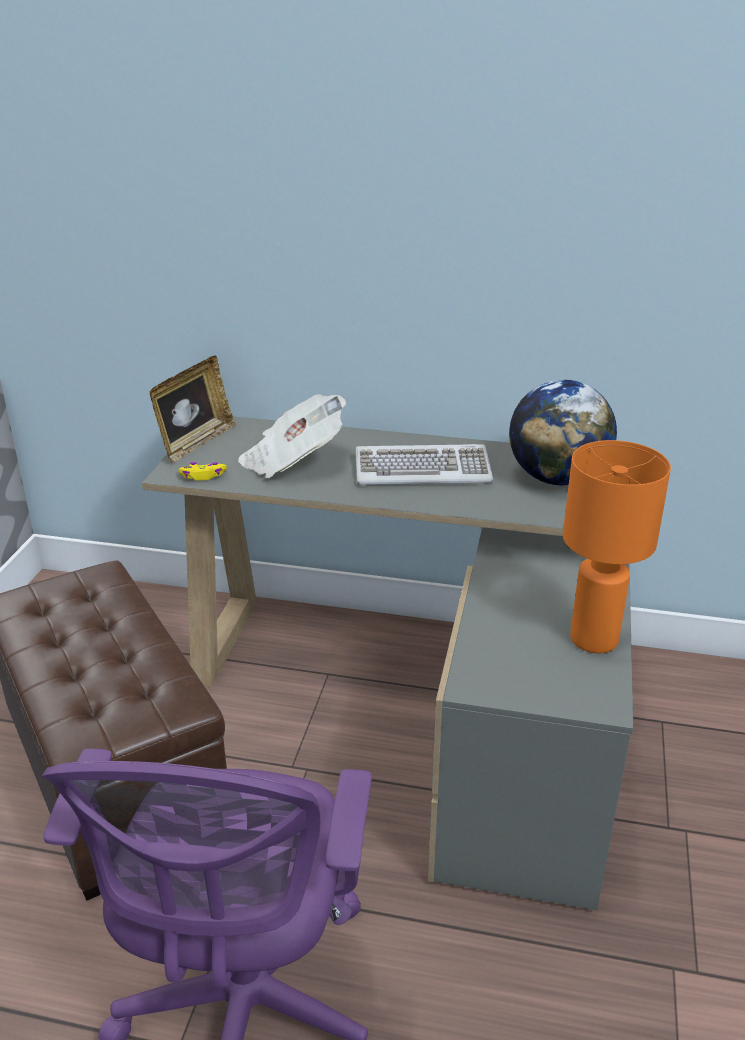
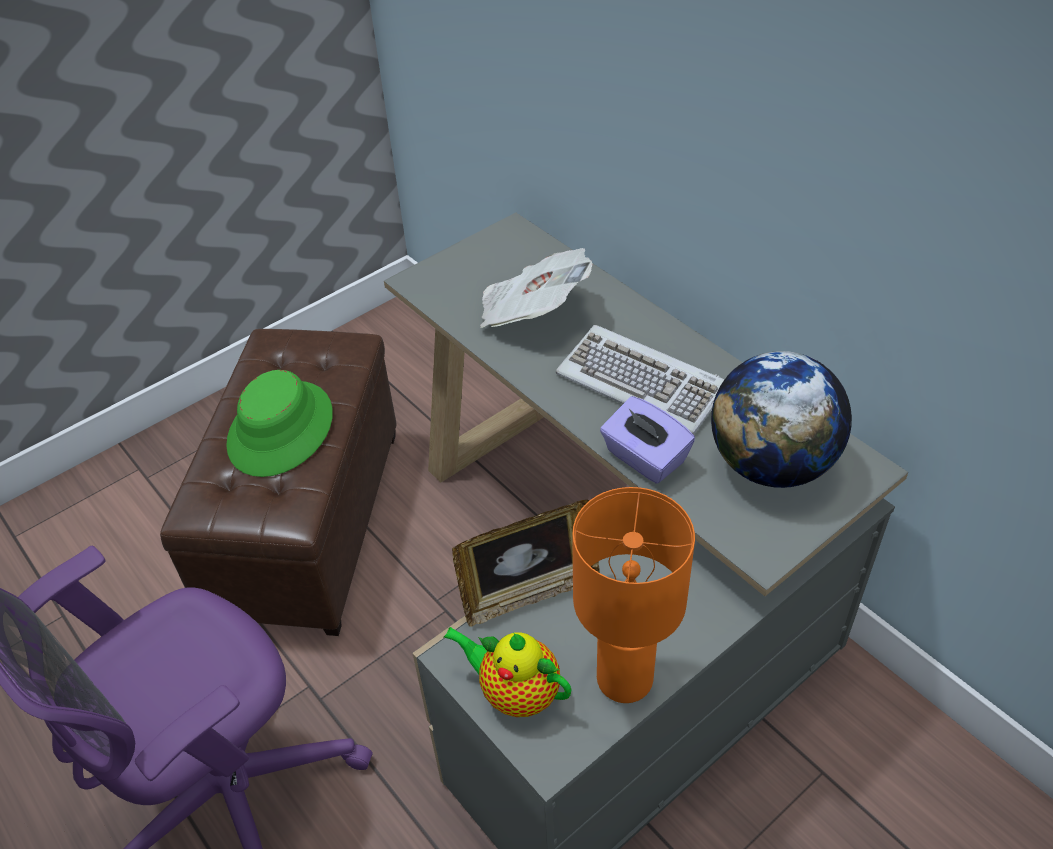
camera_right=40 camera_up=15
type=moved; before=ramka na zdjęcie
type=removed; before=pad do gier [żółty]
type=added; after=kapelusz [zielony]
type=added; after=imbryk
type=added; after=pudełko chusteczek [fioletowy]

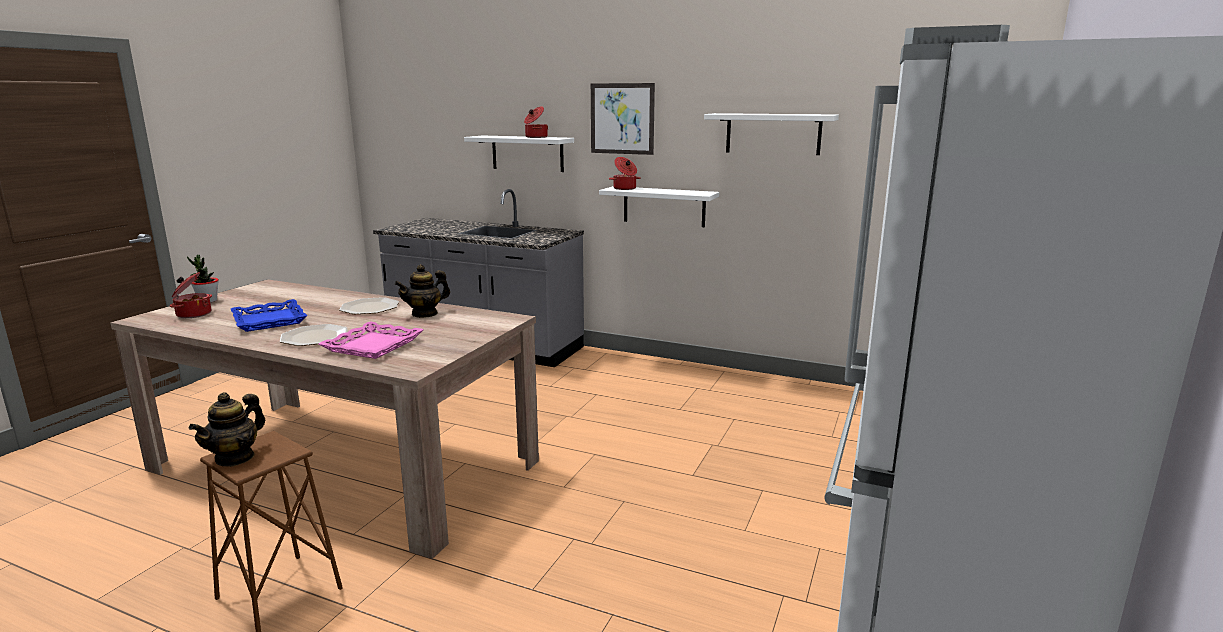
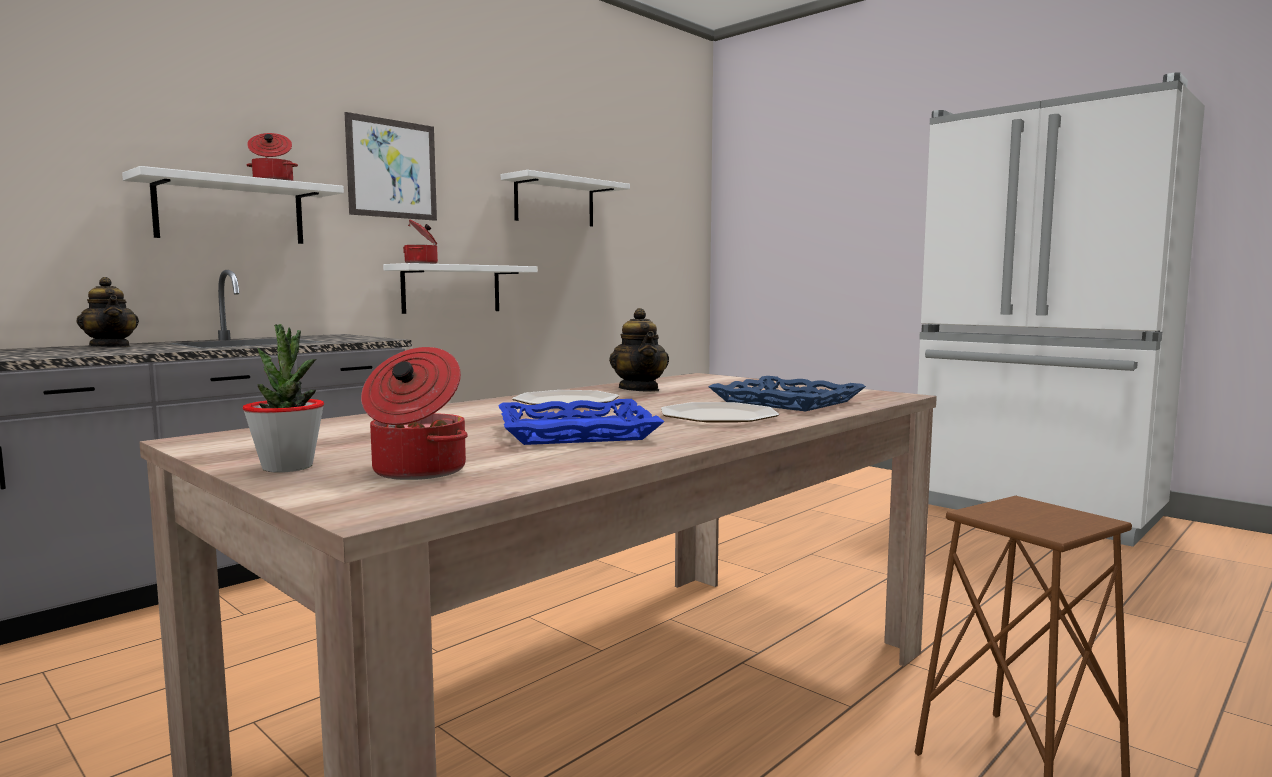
camera_right=-70 camera_up=-10
type=moved; before=imbryk (1st from left)
type=recoloured; before=taca [różowy]; after=taca [niebieski] (2nd from left)

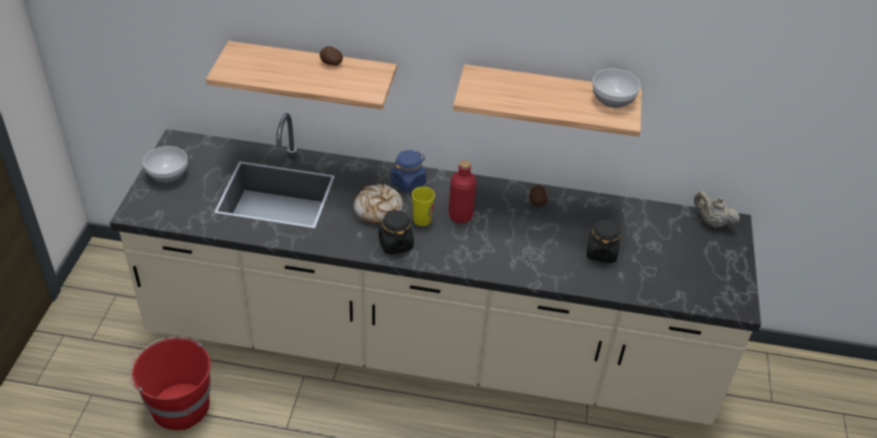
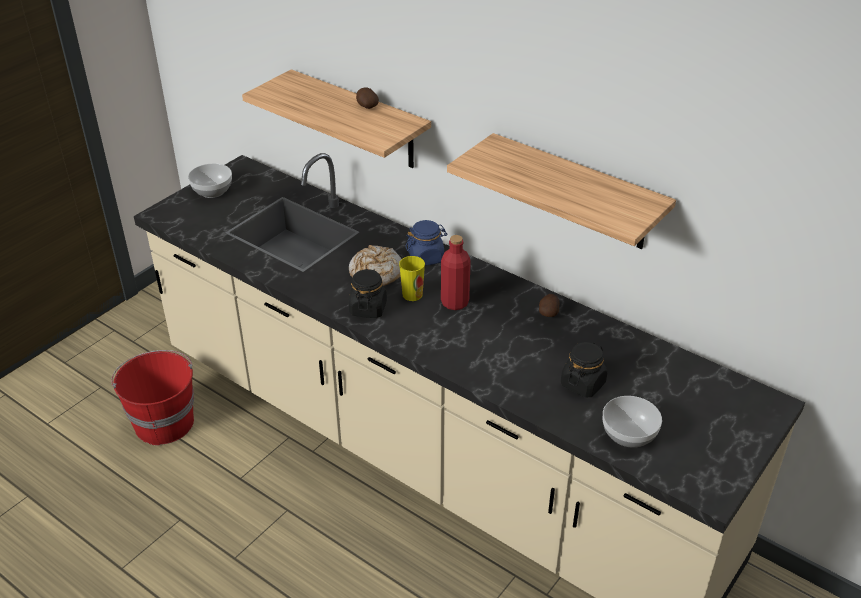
camera_right=30 camera_up=-5
type=moved; before=miska (2nd from left)
type=removed; before=imbryk [beżowy]

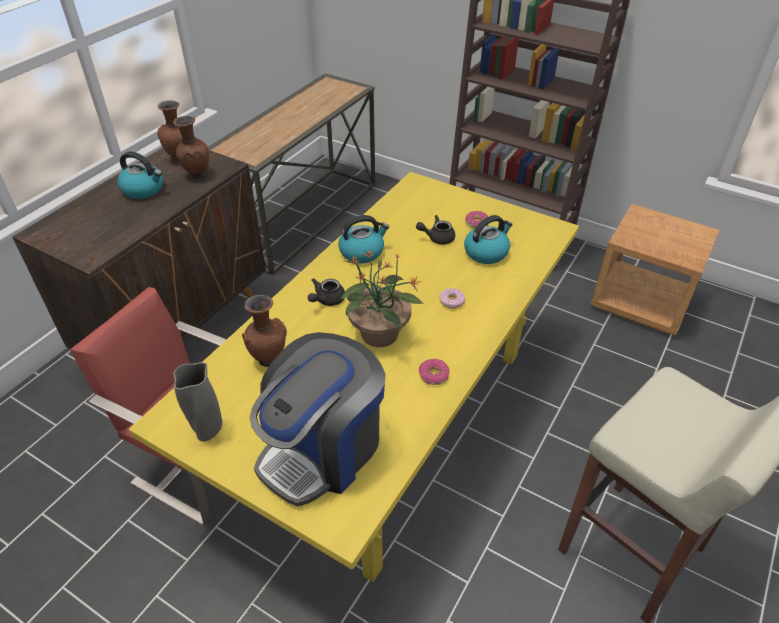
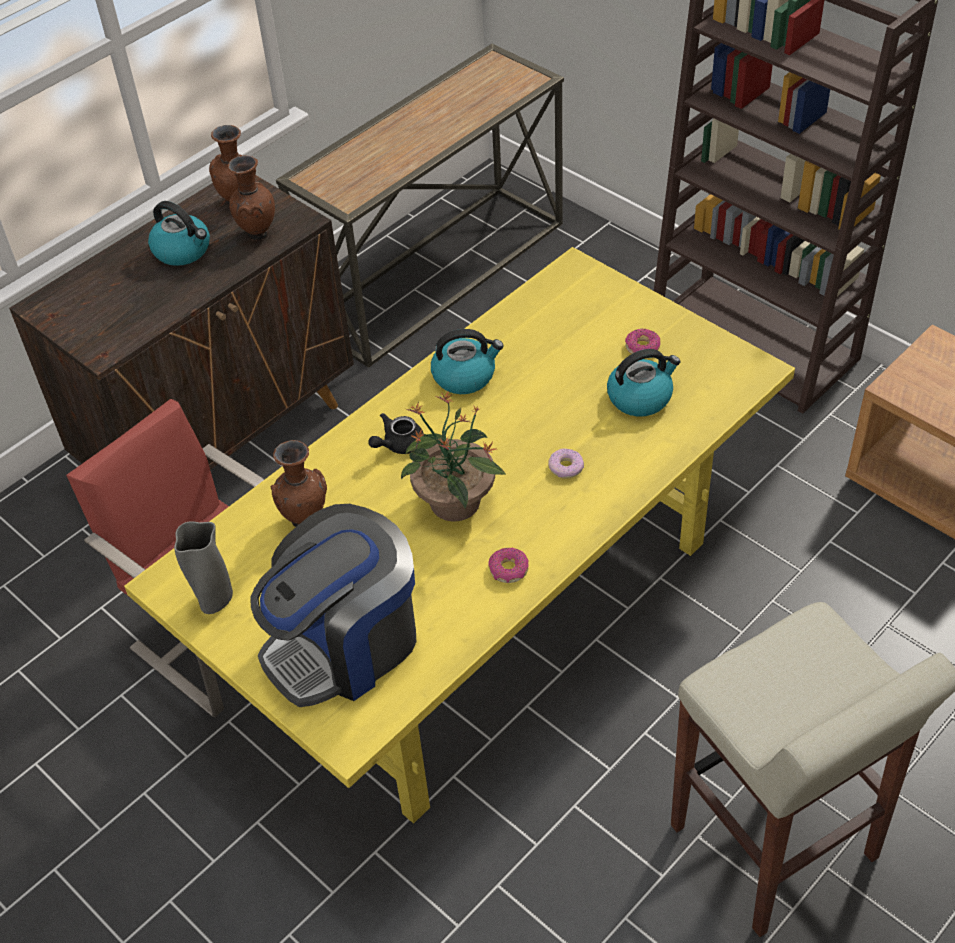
camera_right=15 camera_up=5
type=removed; before=imbryk [czarny] (2nd from left)

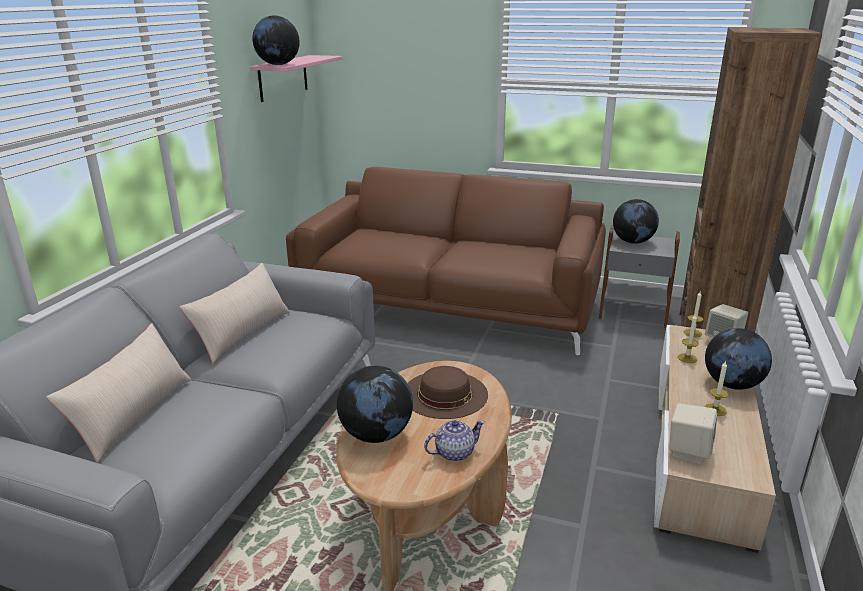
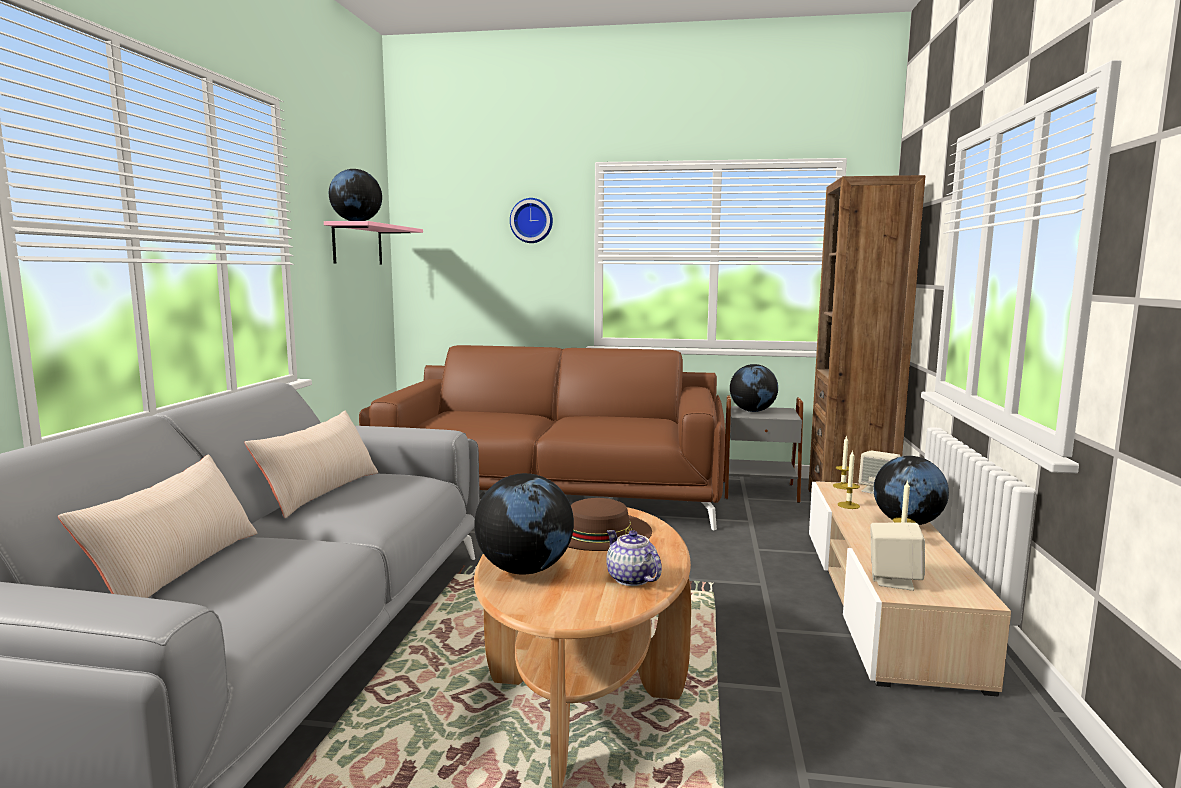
camera_right=-10 camera_up=-15
type=turned; before=imbryk; turn=-90
type=added; after=zegar ścienny

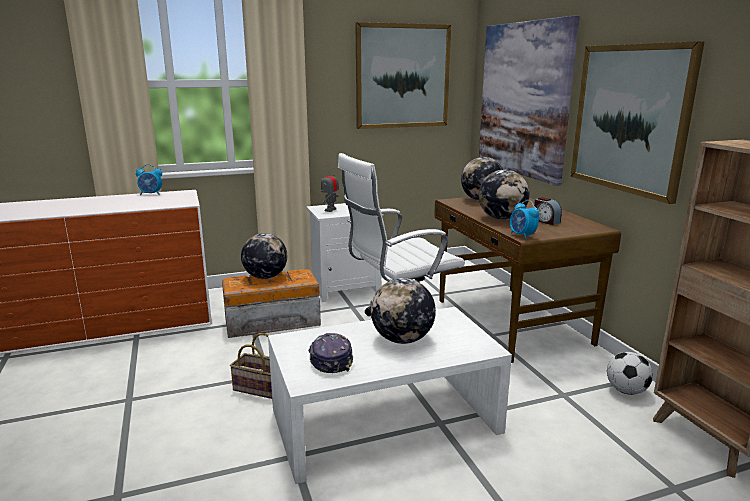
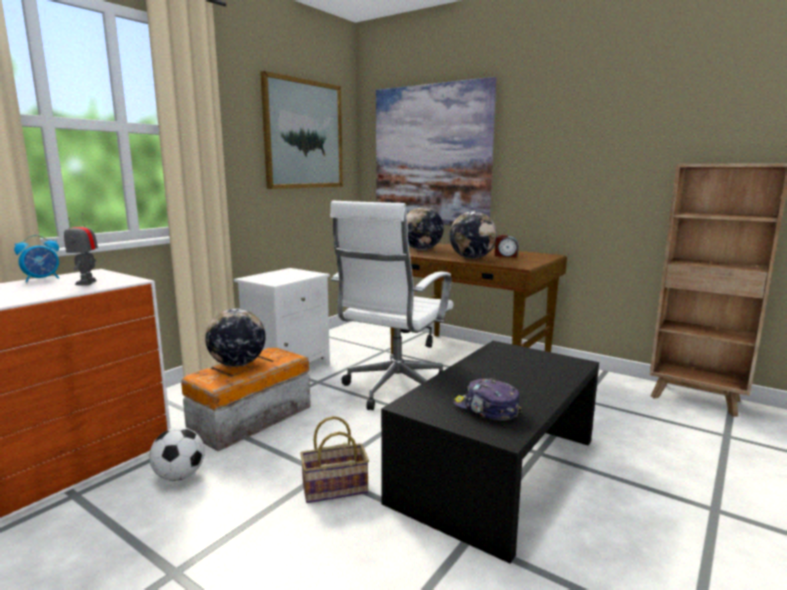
camera_right=-35 camera_up=-5
type=recoloured; before=ława [biały]; after=ława [czarny]
type=moved; before=robot zabawkowy
type=removed; before=globus (2nd from left)
type=removed; before=budzik (2nd from left)
type=removed; before=obraz (3rd from left)
type=moved; before=piłka futbolowa

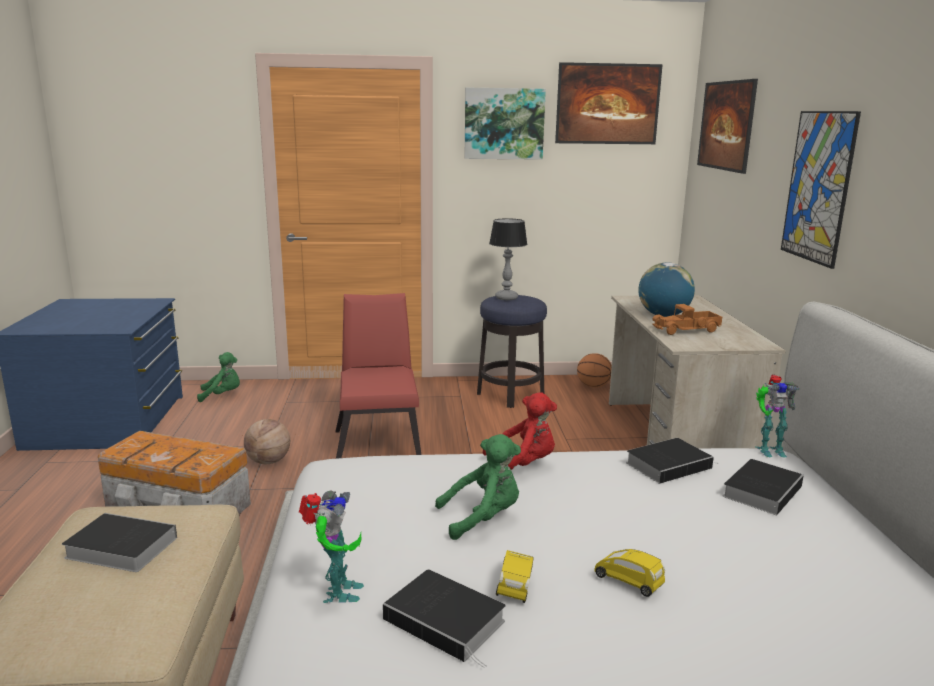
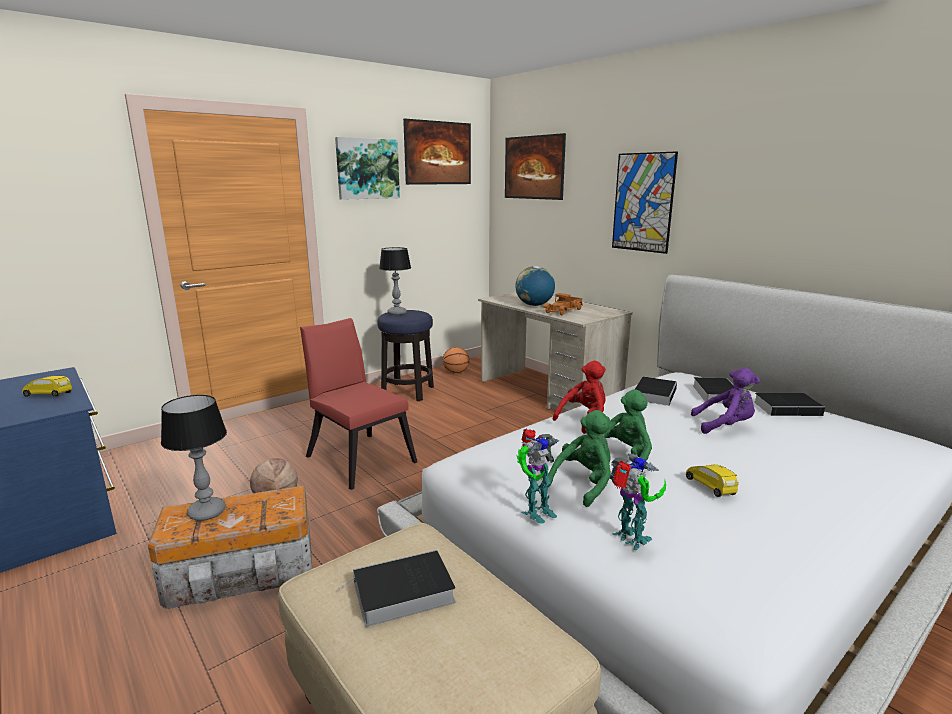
camera_right=-35 camera_up=0
type=moved; before=pluszak [zielony] (1st from left)
type=moved; before=książka (2nd from left in the first image); after=książka (4th from left)
type=moved; before=samochodzik [żółty] (2nd from left in the first image); after=samochodzik [żółty] (1st from left)
type=moved; before=robot zabawkowy (2nd from left in the first image); after=robot zabawkowy (1st from left)
type=added; after=lampa stołowa (1st from left)
type=added; after=pluszak [fioletowy]

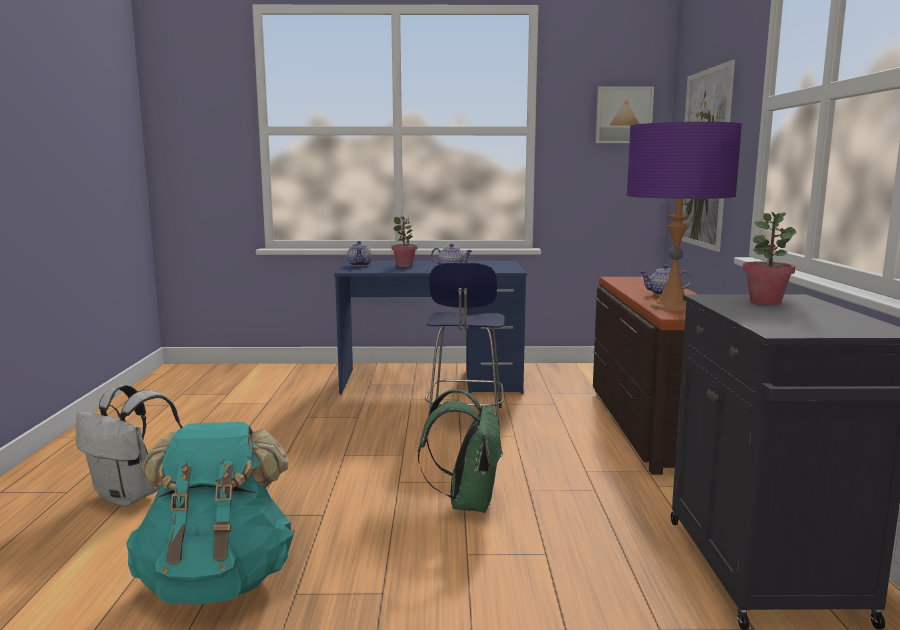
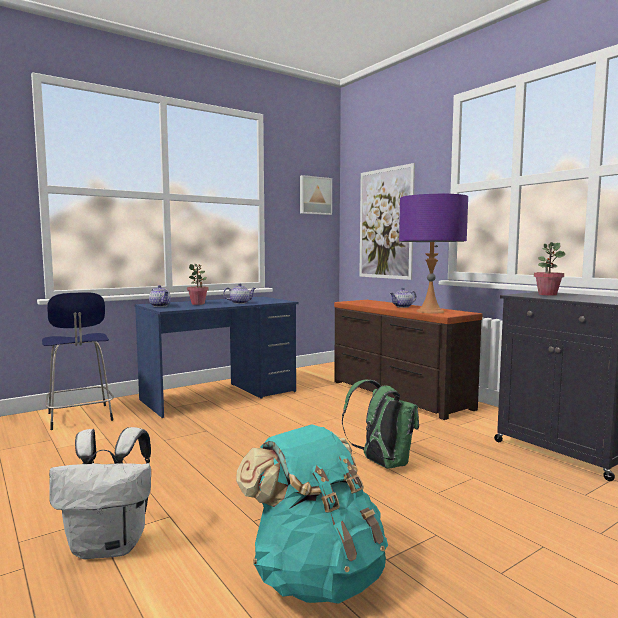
camera_right=-35 camera_up=-5
type=moved; before=stołek [niebieski]

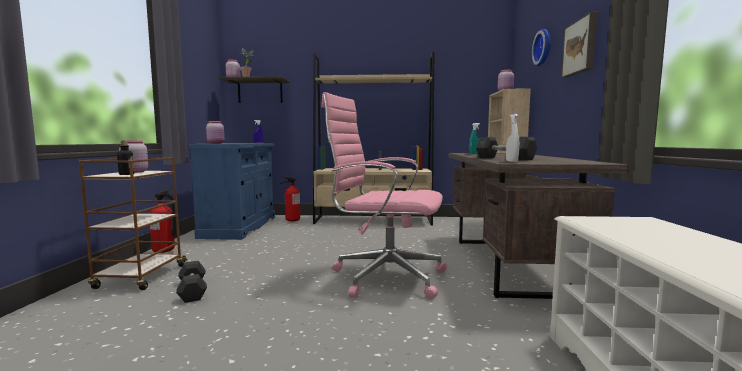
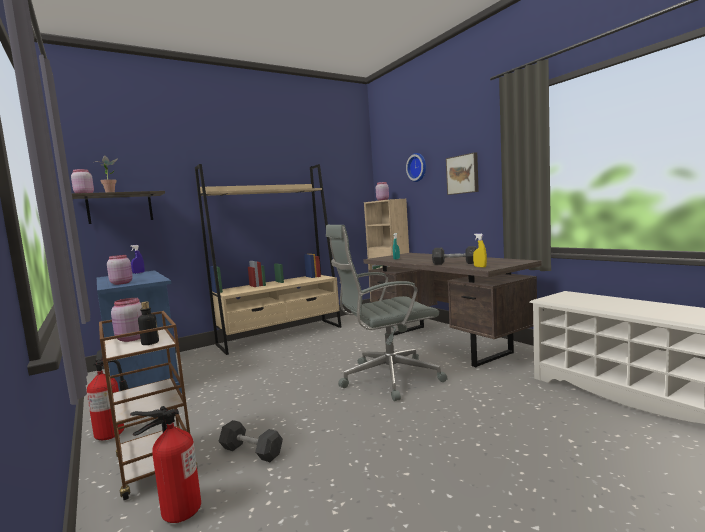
camera_right=-35 camera_up=0
type=moved; before=gaśnica (2nd from left)
type=recoloured; before=krzesło biurowe [różowy]; after=krzesło biurowe [szary]
type=recoloured; before=spryskiwacz [biały]; after=spryskiwacz [żółty]

